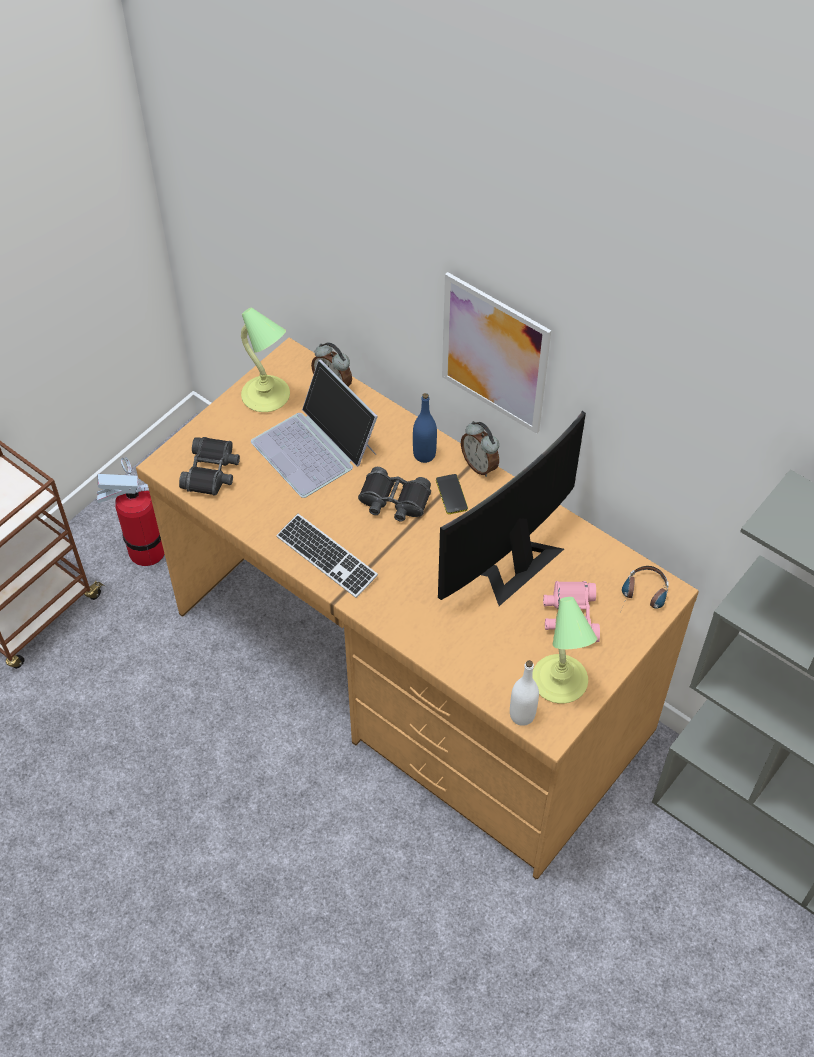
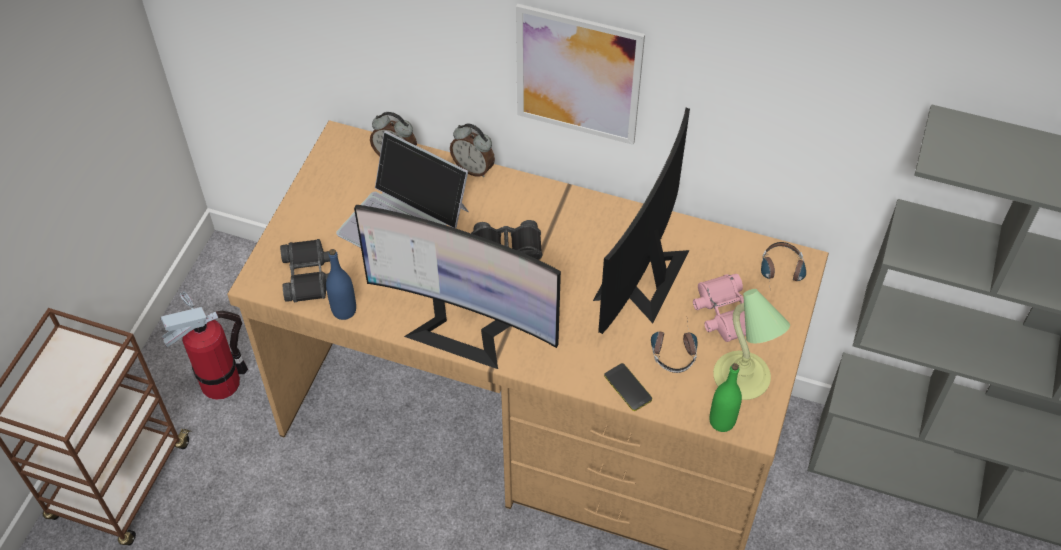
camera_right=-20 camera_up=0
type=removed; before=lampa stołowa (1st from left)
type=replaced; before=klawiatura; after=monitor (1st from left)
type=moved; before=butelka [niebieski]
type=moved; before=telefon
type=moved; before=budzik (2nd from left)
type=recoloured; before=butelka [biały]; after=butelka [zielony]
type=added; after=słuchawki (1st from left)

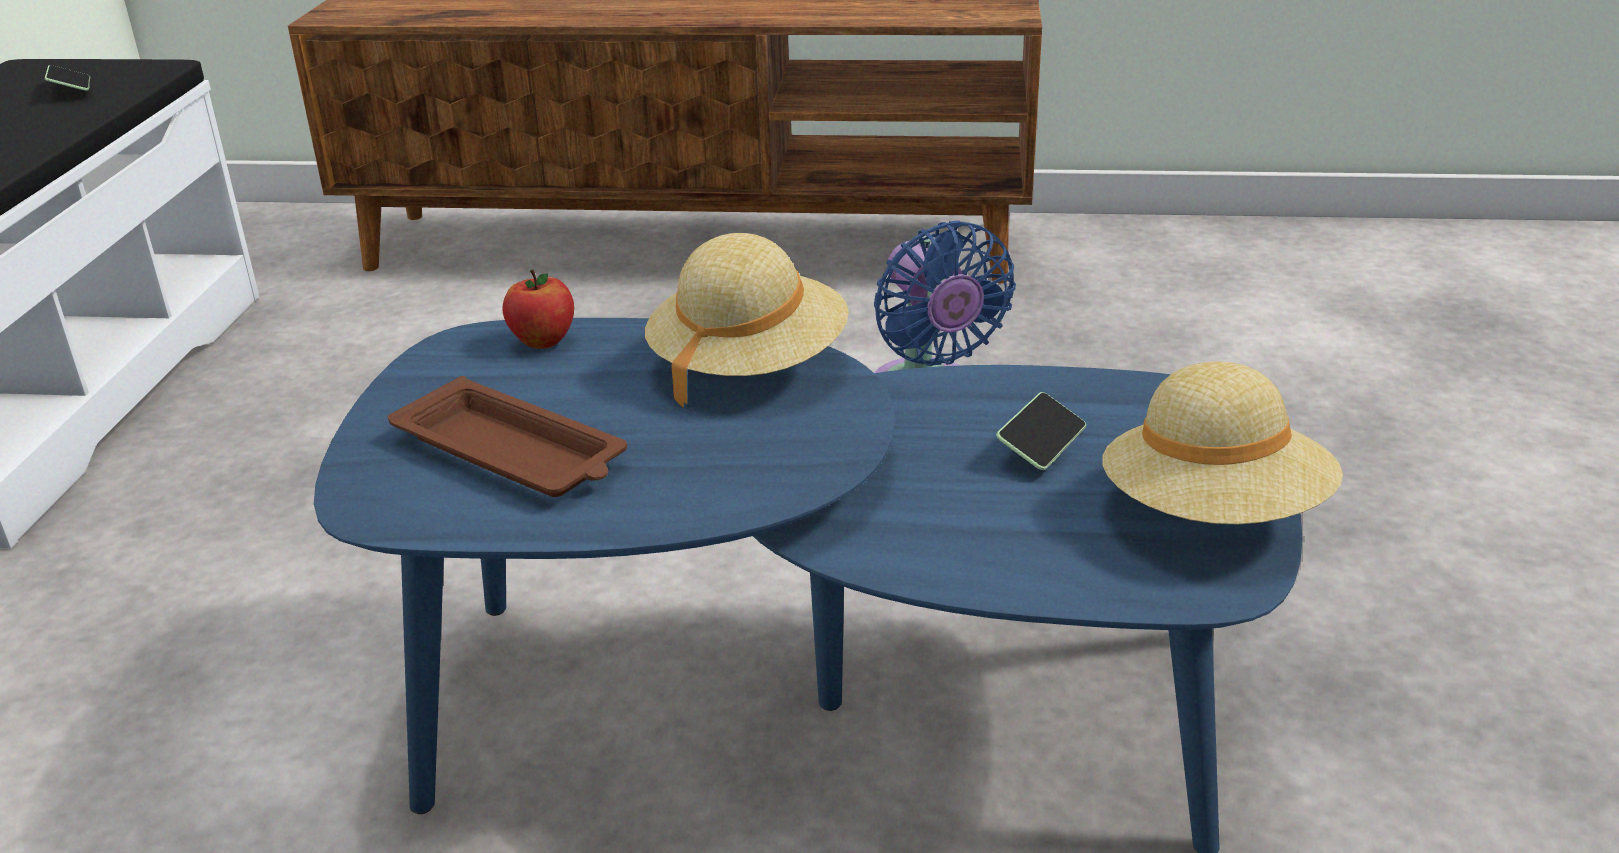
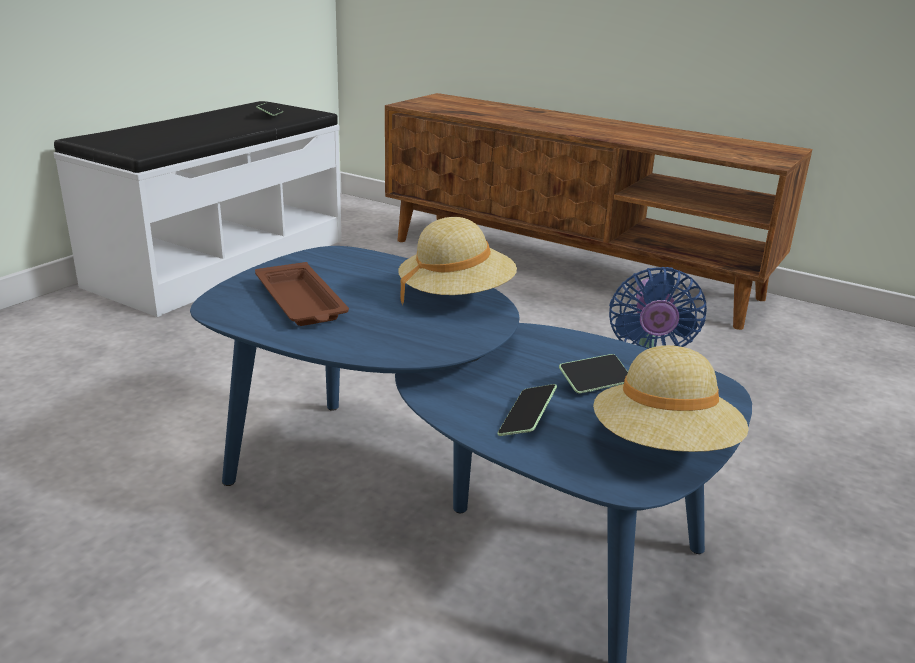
camera_right=25 camera_up=-5
type=removed; before=jabłko
type=added; after=telefon (2nd from left)

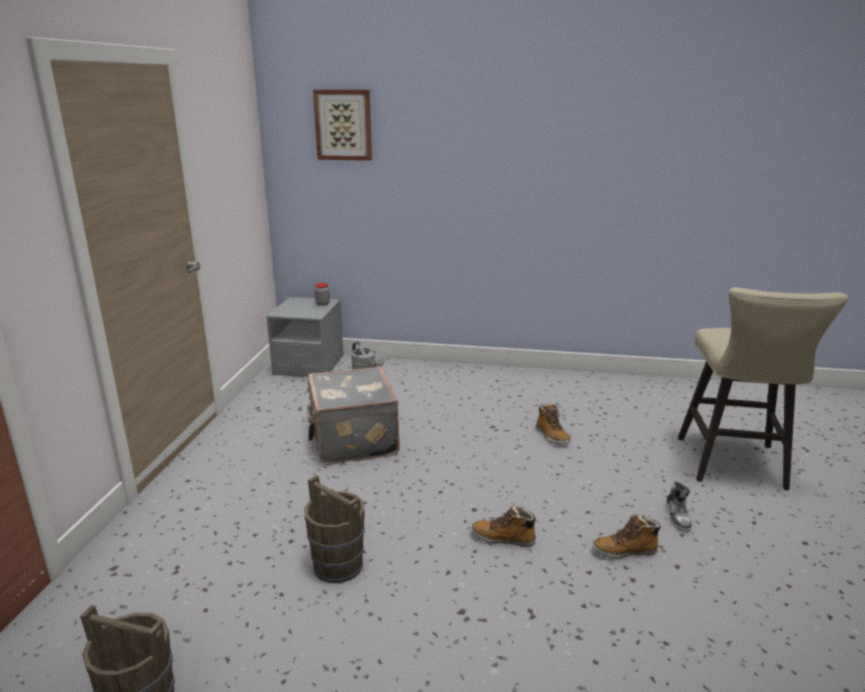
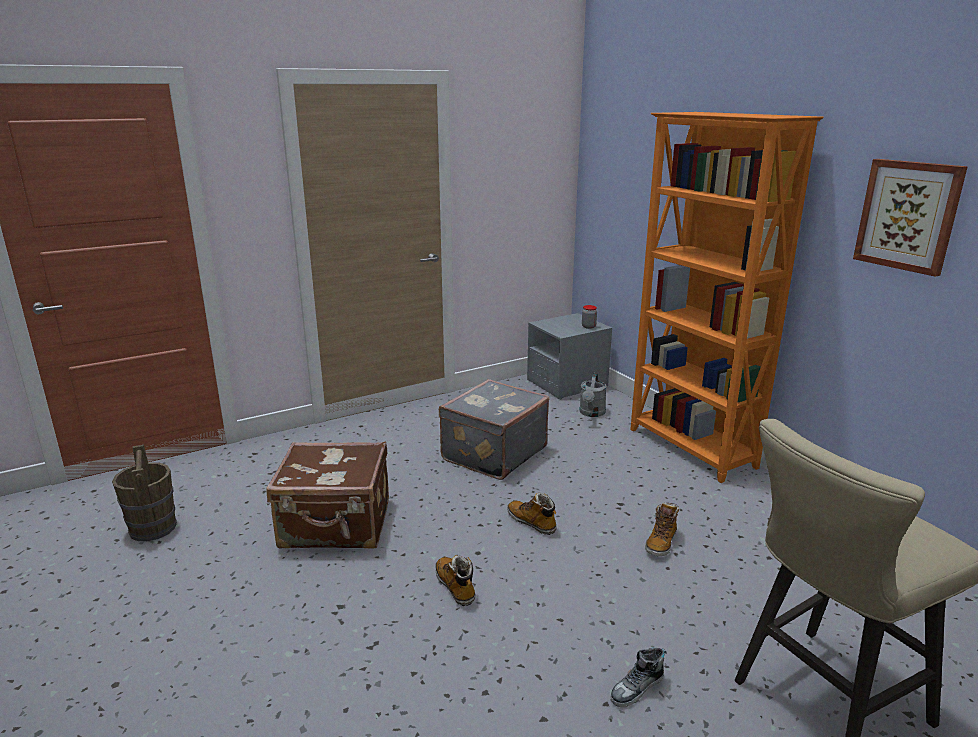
camera_right=50 camera_up=0
type=replaced; before=wiadro [brązowy] (2nd from left); after=walizka [brązowy]
type=moved; before=obraz
type=moved; before=but z cholewką (3rd from left in the first image); after=but z cholewką (2nd from left)
type=added; after=regał [pomarańczowy]

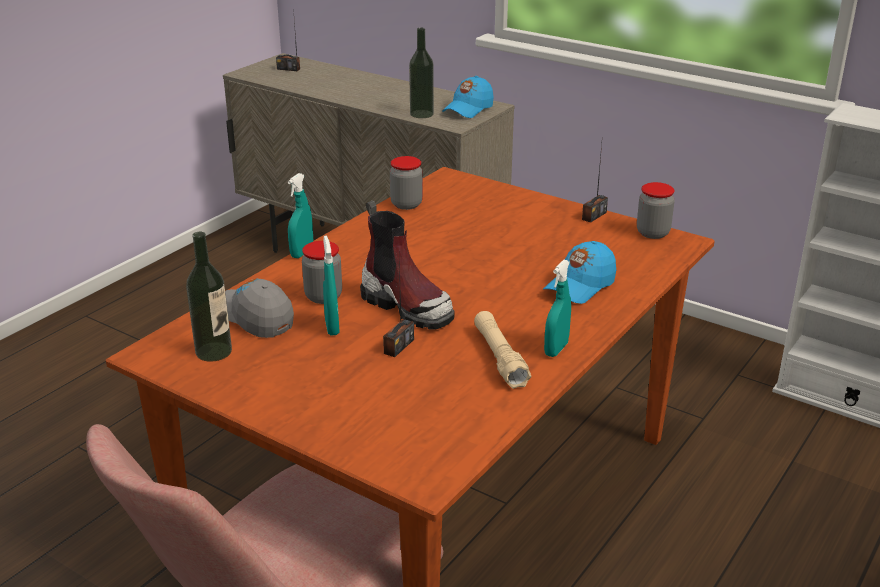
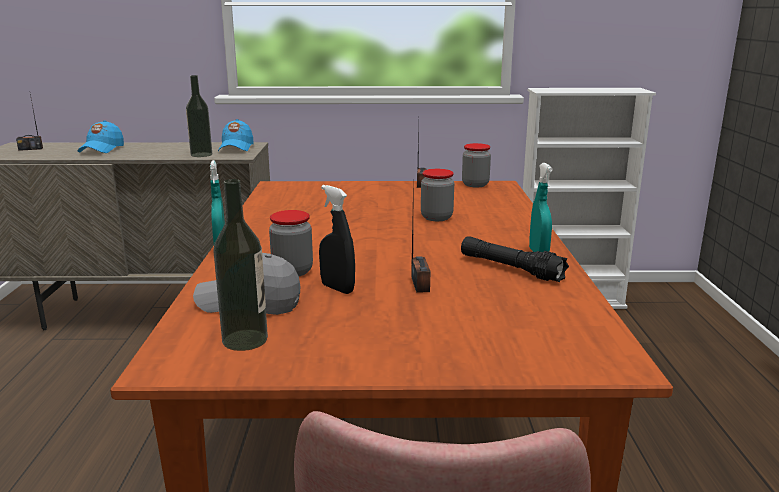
camera_right=-35 camera_up=-10
type=recoloured; before=spryskiwacz [turkusowy] (2nd from left); after=spryskiwacz [czarny]
type=removed; before=but z cholewką
type=moved; before=słoik (2nd from left)
type=recoloured; before=latarka [beżowy]; after=latarka [czarny]
type=moved; before=czapka z daszkiem [niebieski] (2nd from left in the first image); after=czapka z daszkiem [niebieski] (1st from left)

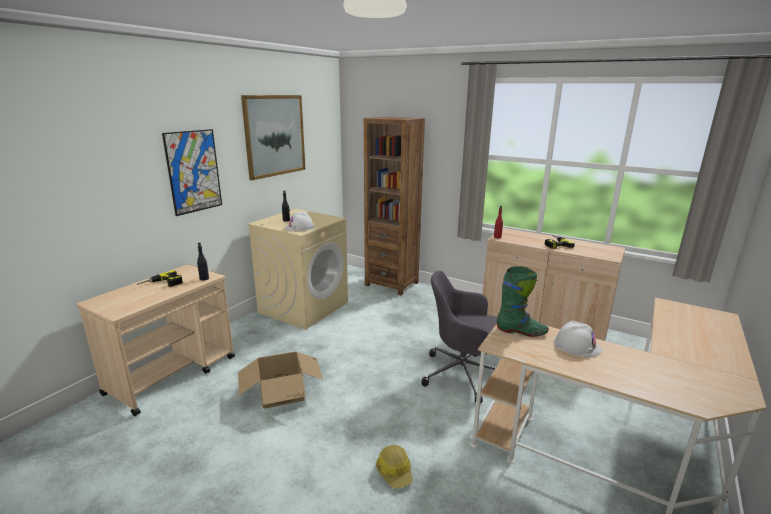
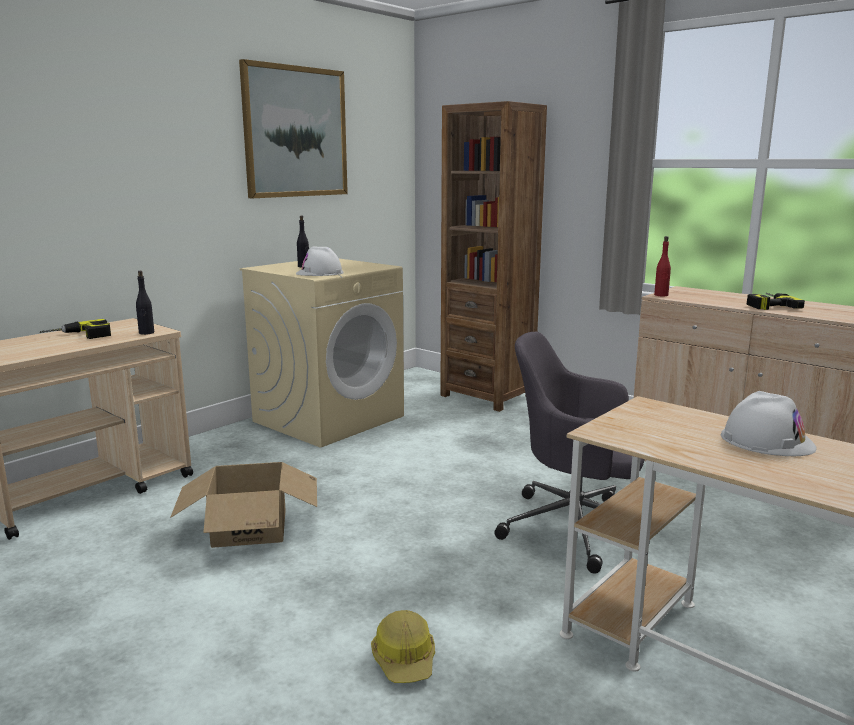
camera_right=10 camera_up=-5
type=removed; before=obraz (1st from left)
type=removed; before=but z cholewką [zielony]

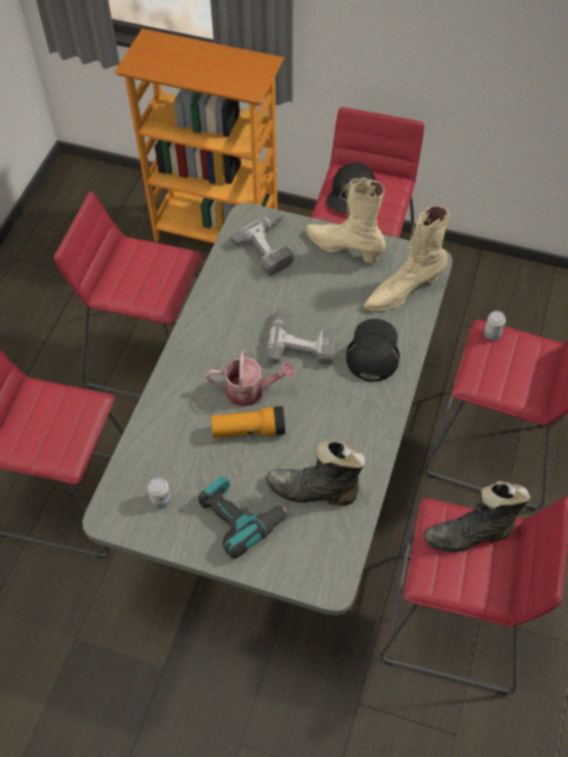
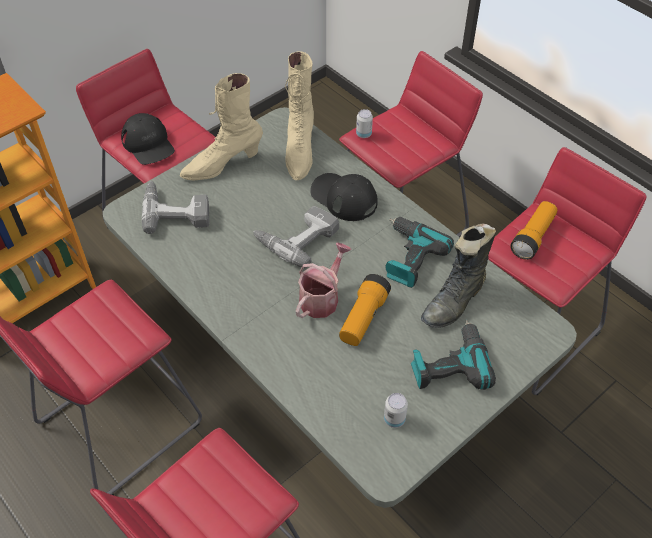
camera_right=-60 camera_up=-5
type=replaced; before=but z cholewką [czarny] (2nd from left); after=latarka (2nd from left)
type=added; after=wiertarka (3rd from left)

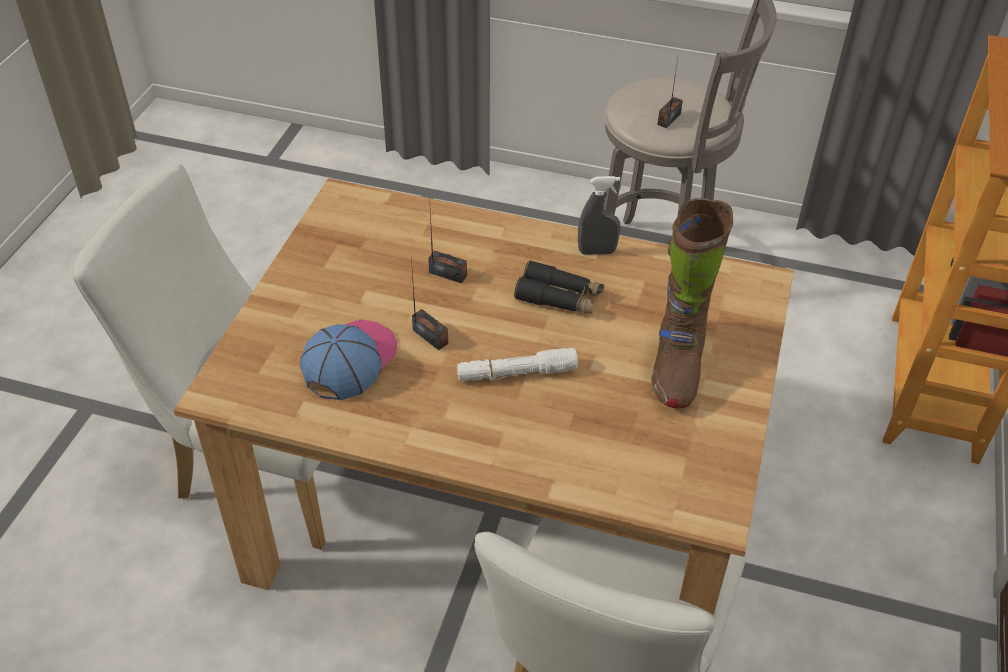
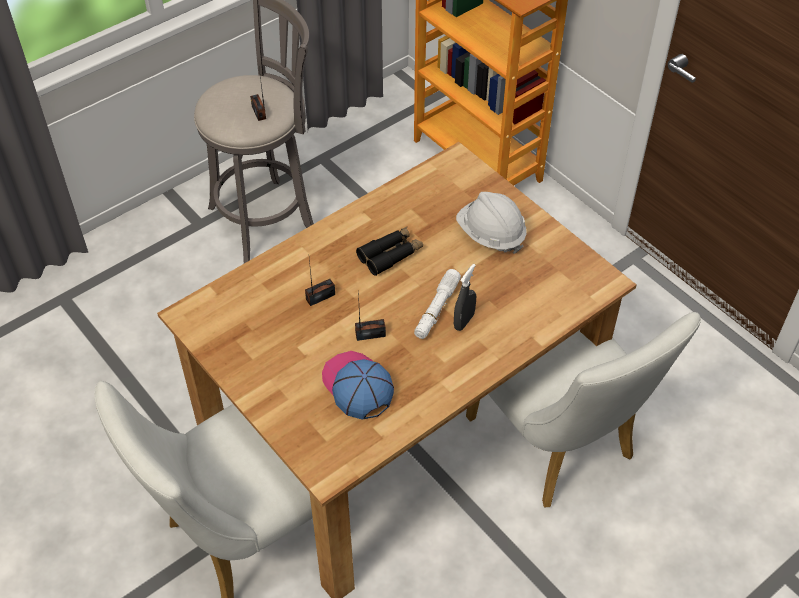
camera_right=-55 camera_up=5
type=moved; before=spryskiwacz [szary]
type=replaced; before=but z cholewką [brązowy]; after=kask [biały]

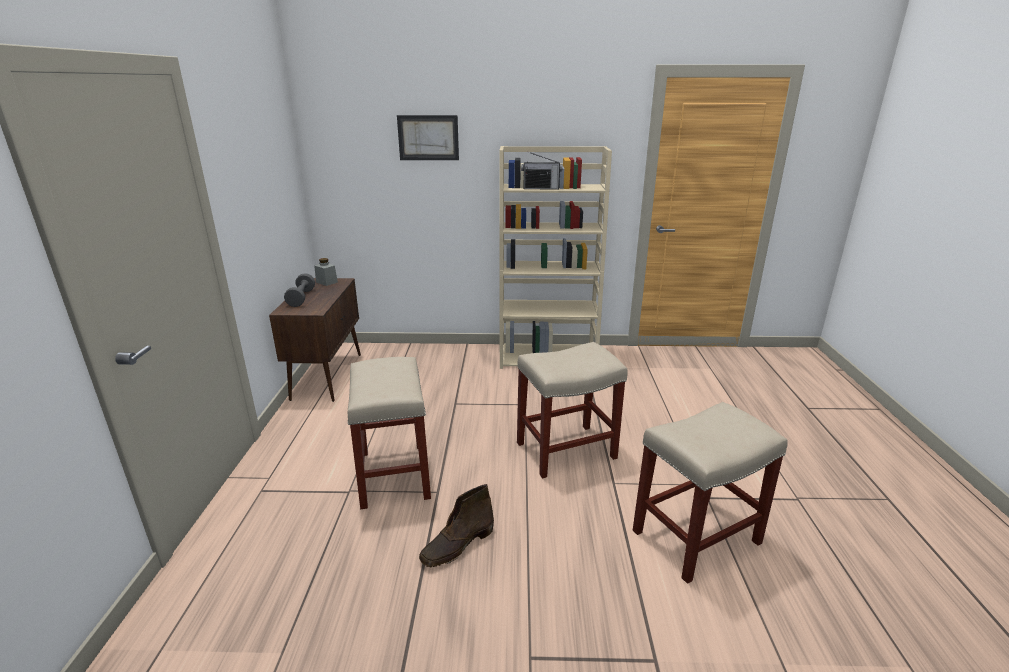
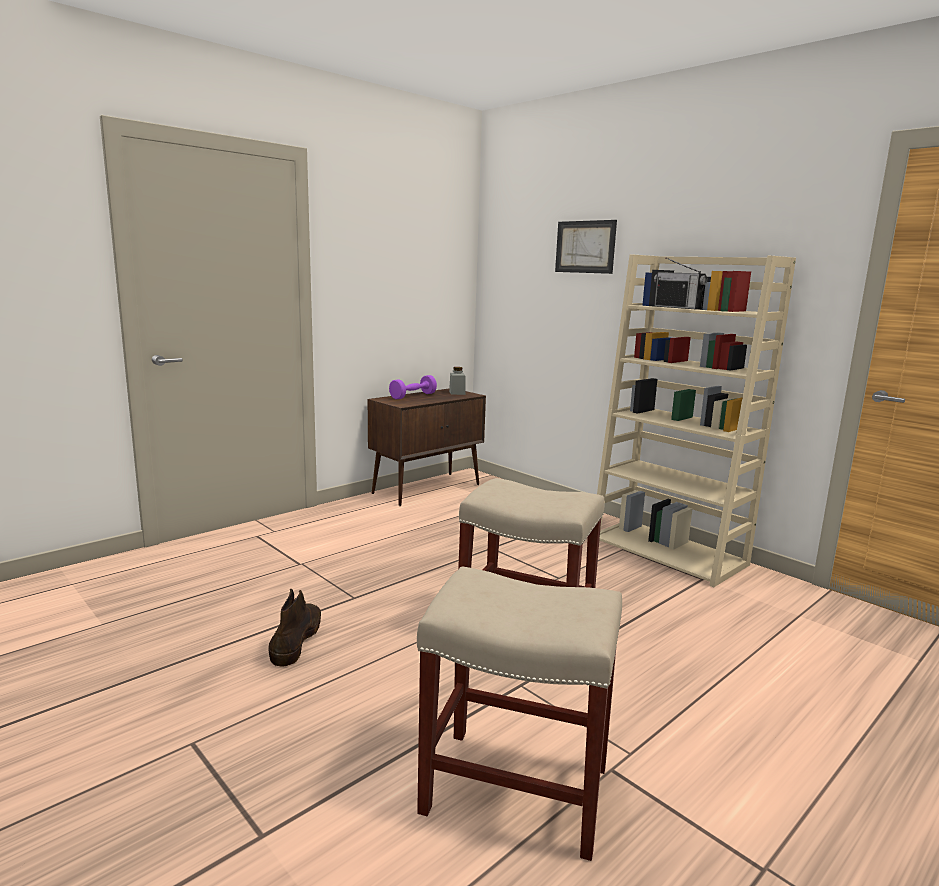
camera_right=45 camera_up=-10
type=recoloured; before=hantel [szary]; after=hantel [fioletowy]
type=removed; before=stołek [beżowy] (1st from left)
type=turned; before=but z cholewką [brązowy]; turn=90

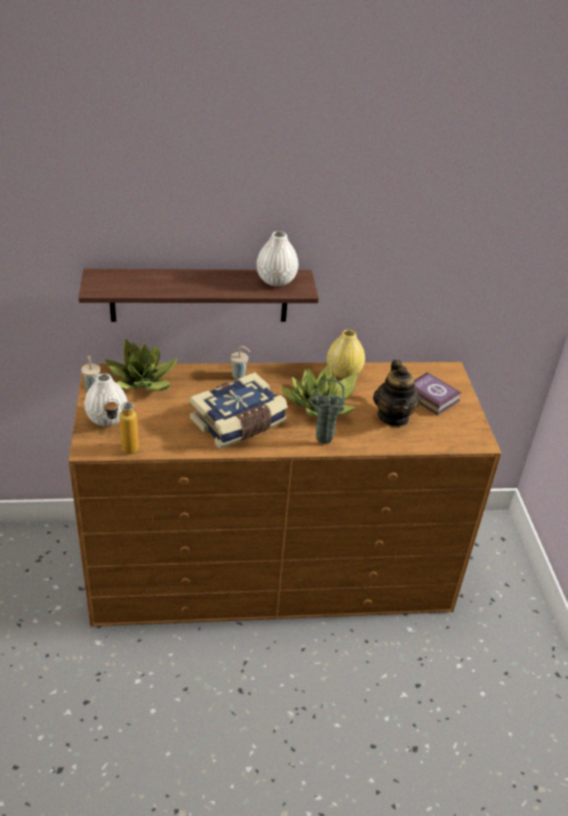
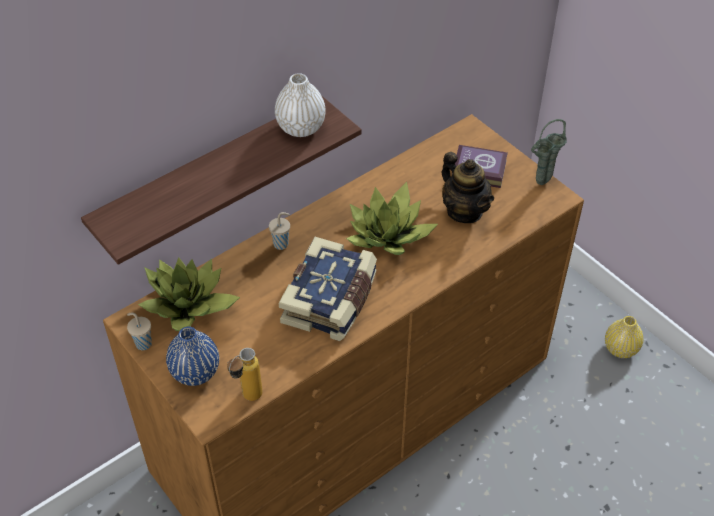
camera_right=-30 camera_up=10
type=recoloured; before=wazon [biały] (1st from left); after=wazon [niebieski]
type=moved; before=wazon [zielony]
type=moved; before=wazon [żółty]

